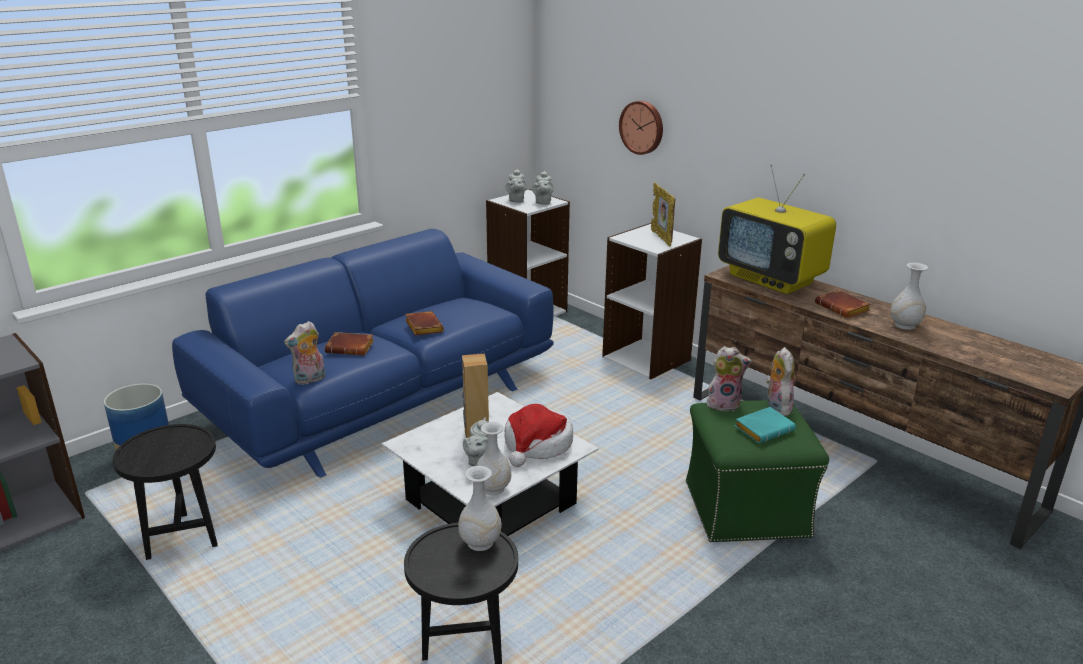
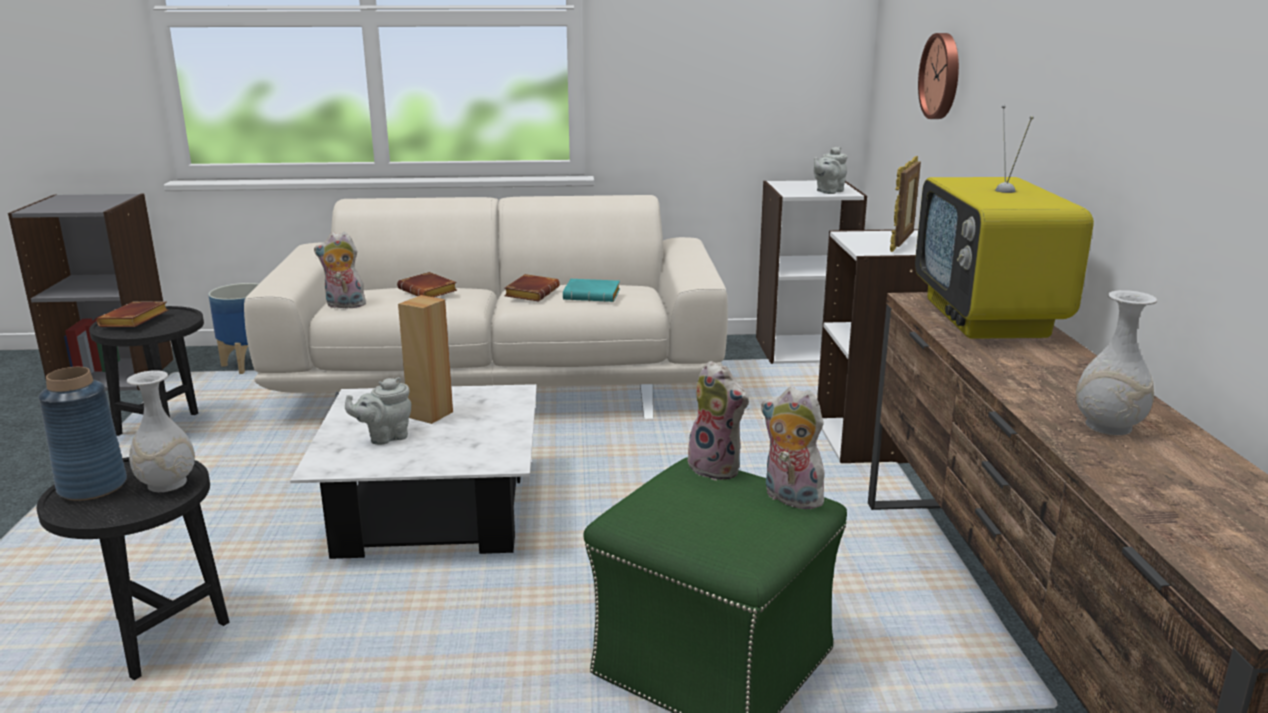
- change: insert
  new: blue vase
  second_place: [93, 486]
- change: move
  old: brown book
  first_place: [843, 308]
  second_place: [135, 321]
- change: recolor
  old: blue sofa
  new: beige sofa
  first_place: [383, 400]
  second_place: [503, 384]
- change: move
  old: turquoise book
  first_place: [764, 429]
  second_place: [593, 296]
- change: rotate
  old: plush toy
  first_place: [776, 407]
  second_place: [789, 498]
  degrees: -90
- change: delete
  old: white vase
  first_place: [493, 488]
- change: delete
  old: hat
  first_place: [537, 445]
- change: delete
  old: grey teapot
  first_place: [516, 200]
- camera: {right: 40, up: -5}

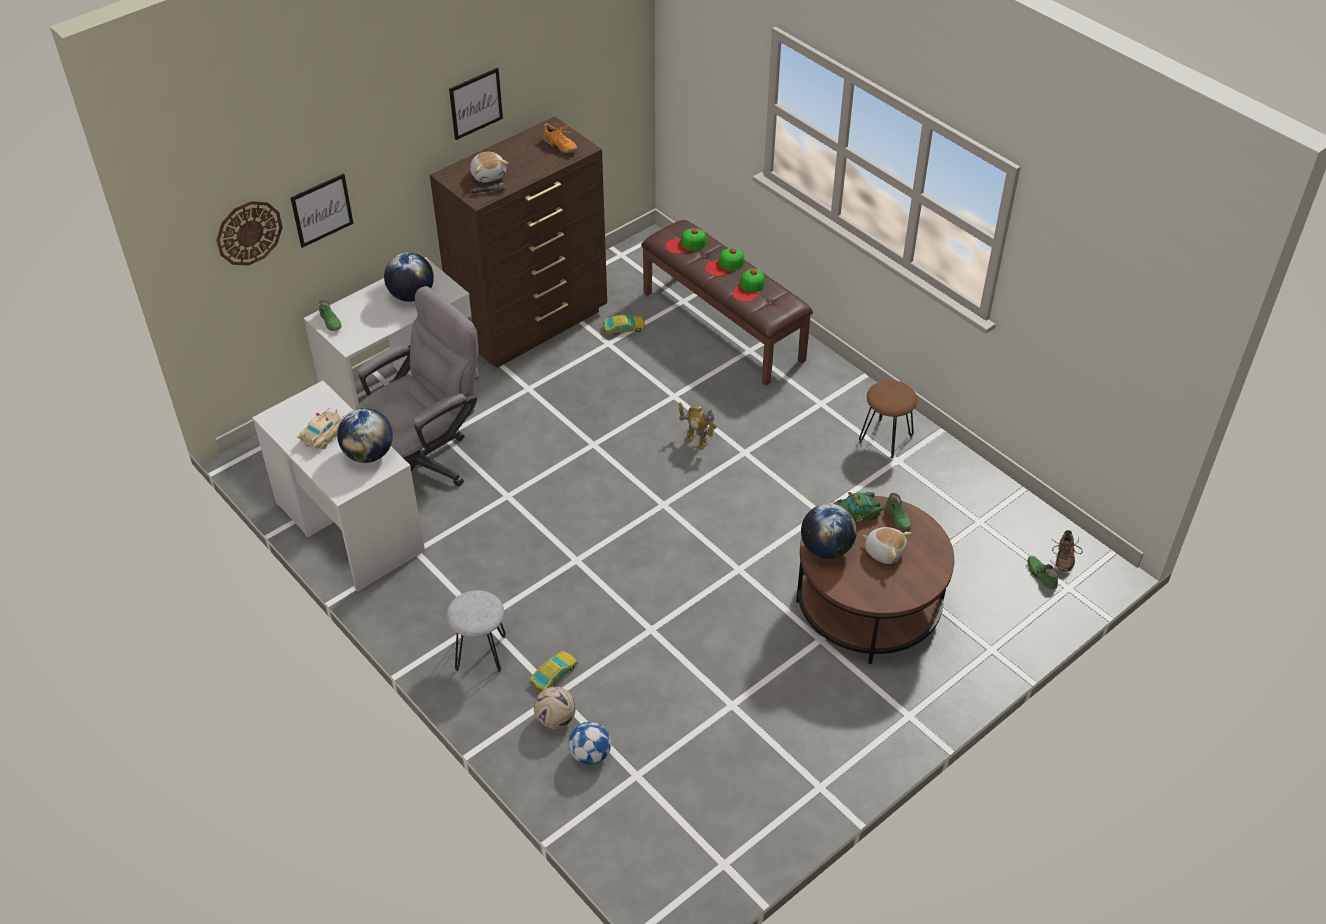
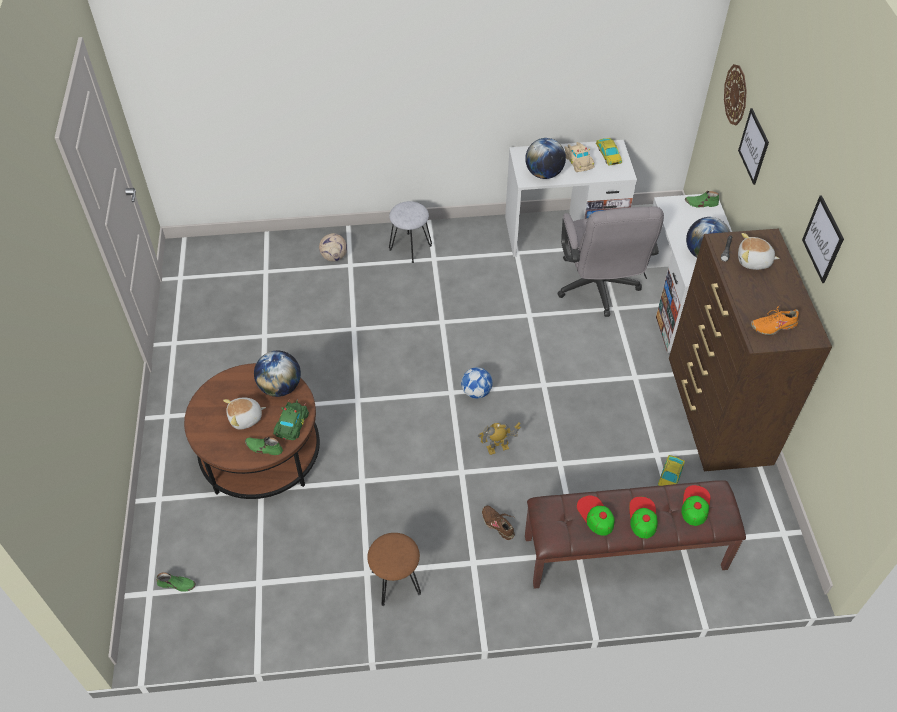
- change: move
  old: football
  first_place: [590, 754]
  second_place: [476, 392]
- change: move
  old: brown shoe
  first_place: [1064, 557]
  second_place: [498, 524]
- change: move
  old: toy car
  first_place: [554, 674]
  second_place: [608, 154]
- camera: {right: 125, up: 5}

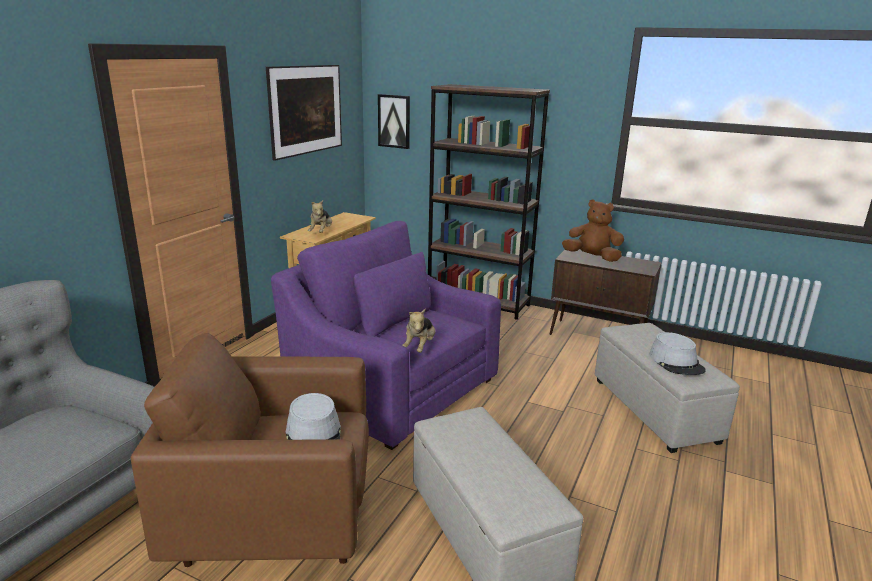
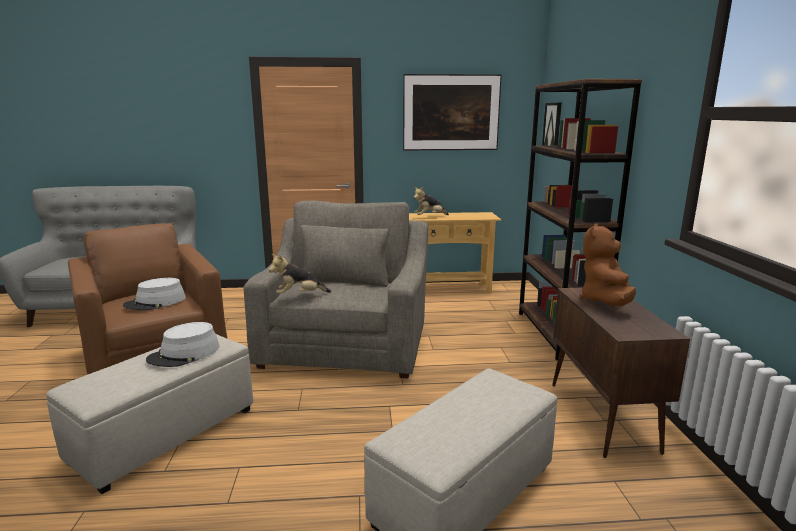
- change: move
  old: grey hat
  first_place: [676, 362]
  second_place: [184, 354]
- change: recolor
  old: purple armchair
  new: grey armchair
  first_place: [391, 387]
  second_place: [346, 343]
- change: rotate
  old: brown plush toy
  first_place: [592, 257]
  second_place: [605, 301]
  degrees: -150
- camera: {right: 60, up: -5}

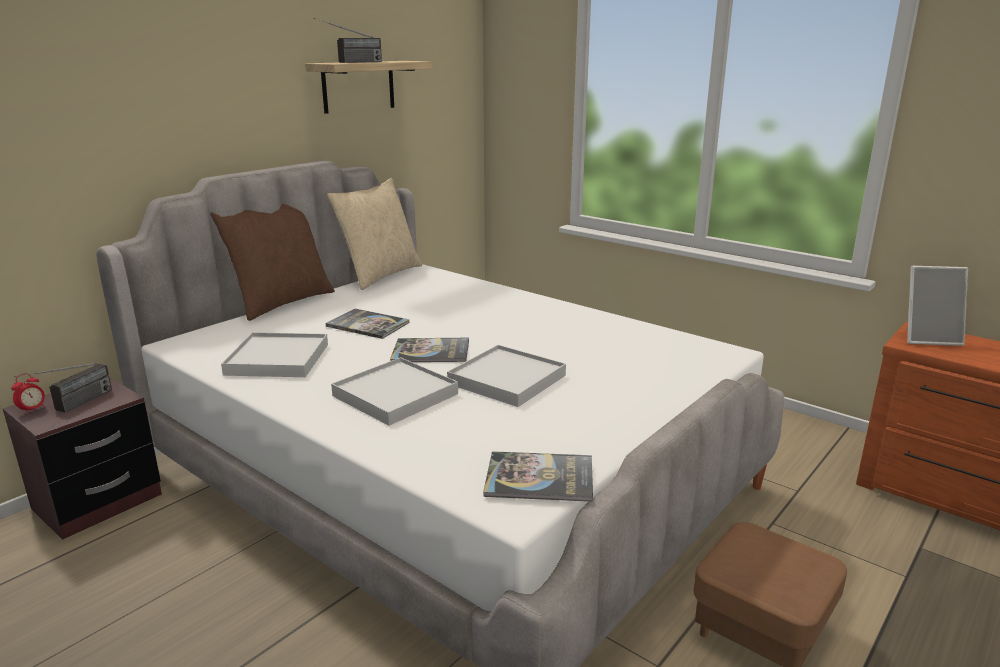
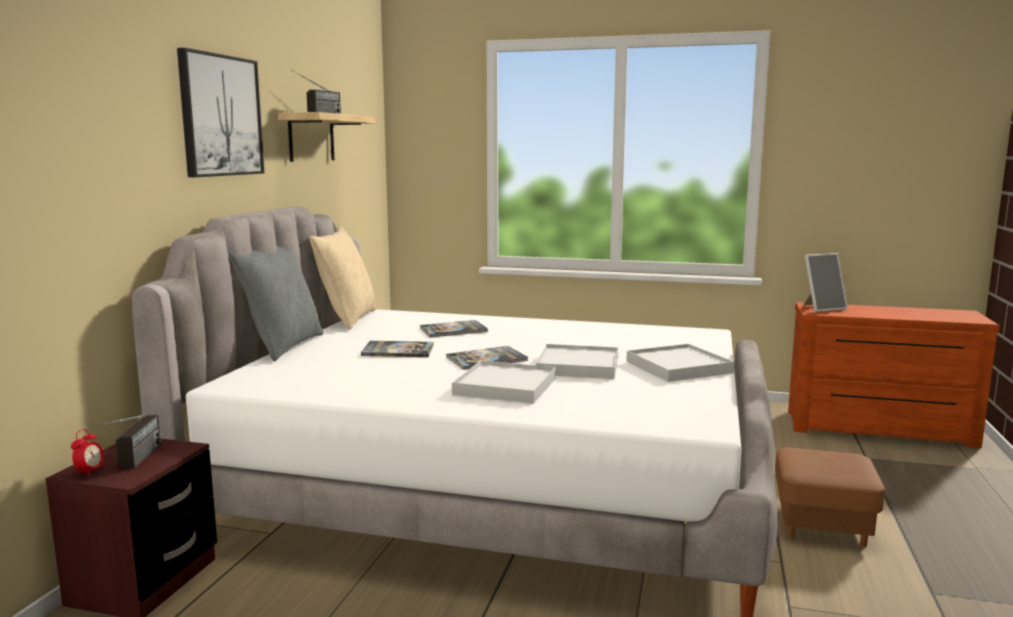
- change: insert
  new: picture
  second_place: [220, 116]
- change: recolor
  old: brown pillow
  new: grey pillow
  first_place: [281, 302]
  second_place: [282, 346]
- change: move
  old: book
  first_place: [539, 478]
  second_place: [453, 330]
- change: move
  old: white tray
  first_place: [277, 359]
  second_place: [678, 367]
- camera: {right: -25, up: -10}

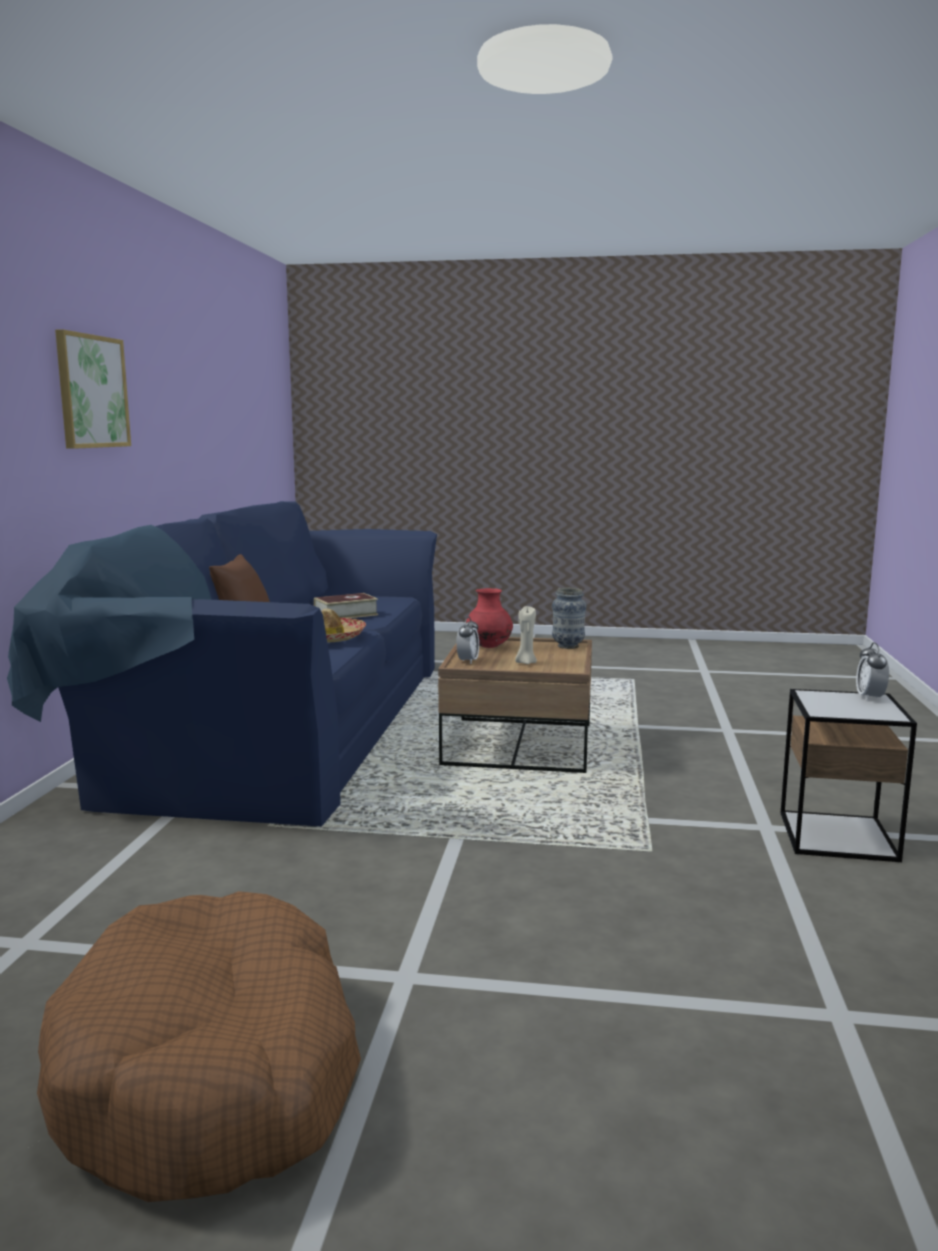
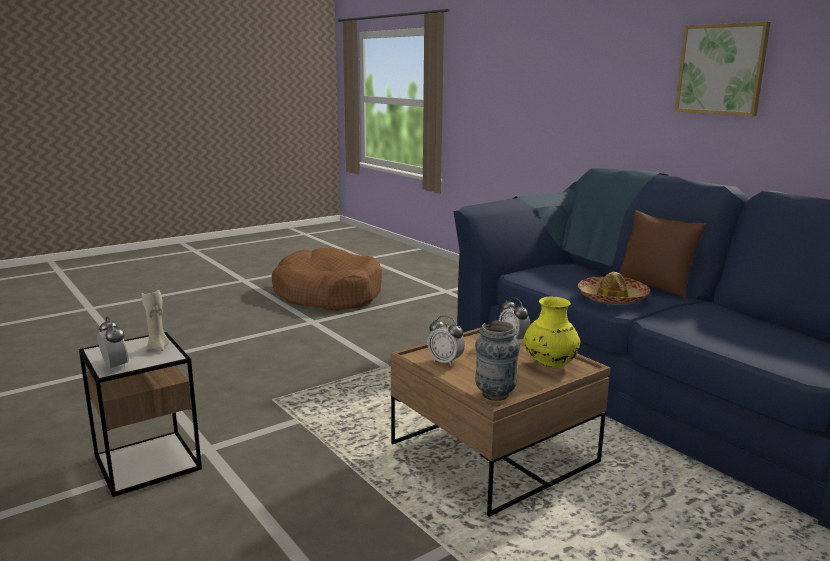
- change: move
  old: beige candle
  first_place: [525, 662]
  second_place: [158, 348]
- change: insert
  new: alarm clock
  second_place: [445, 362]
- change: recolor
  old: red vase
  new: yellow vase
  first_place: [489, 647]
  second_place: [549, 364]
- change: delete
  old: book
  first_place: [346, 614]
- camera: {right: 135, up: 5}

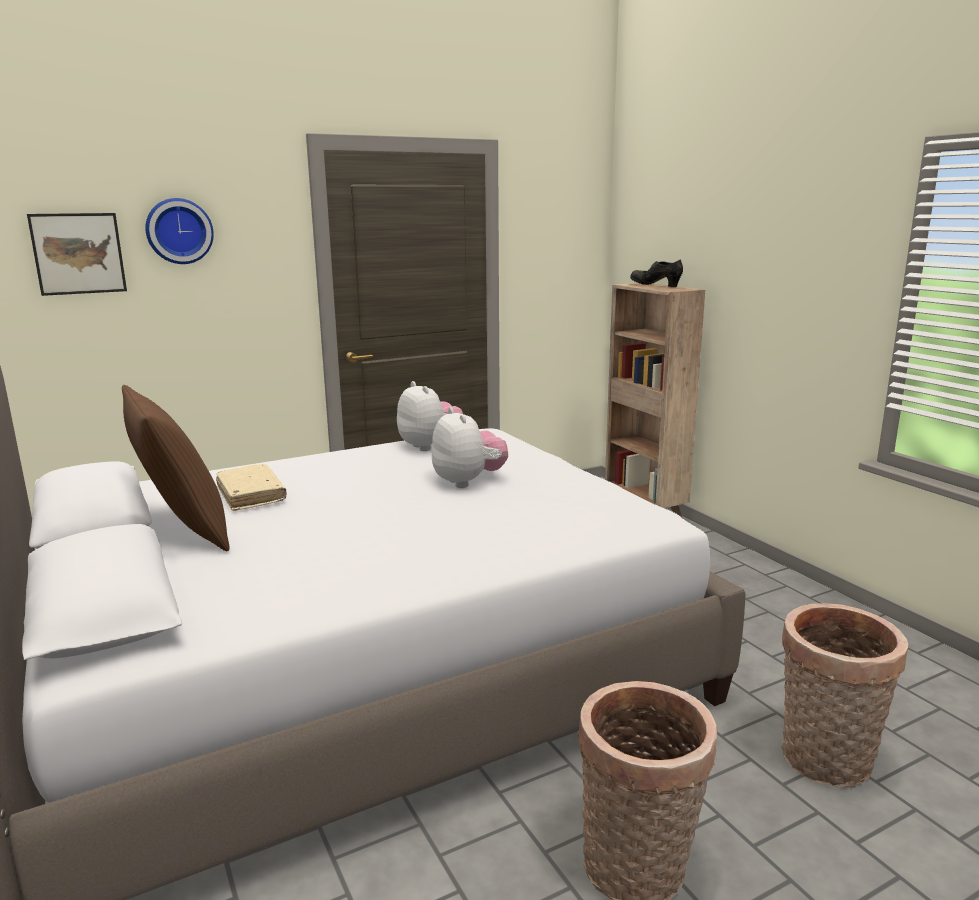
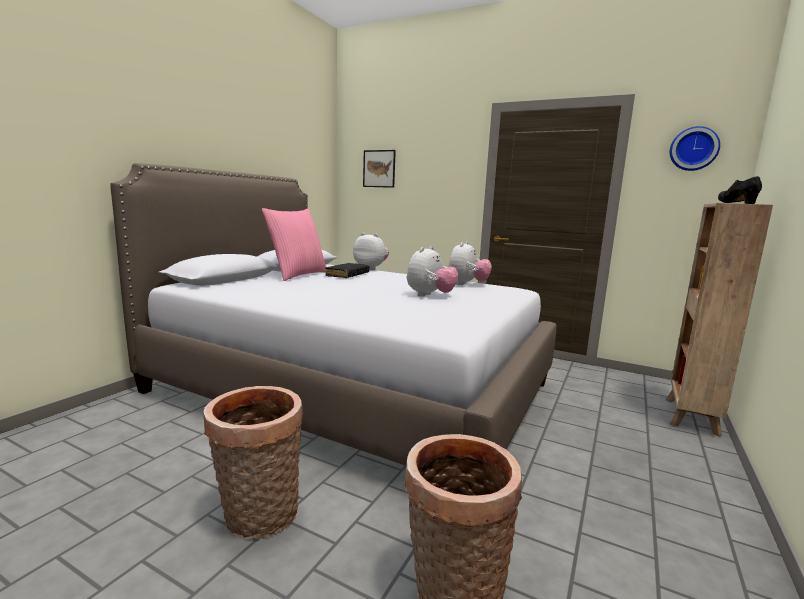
- change: recolor
  old: brown pillow
  new: pink pillow
  first_place: [183, 531]
  second_place: [297, 275]
- change: recolor
  old: beige book
  new: black book
  first_place: [251, 495]
  second_place: [347, 275]
- change: insert
  new: plush toy
  second_place: [371, 268]
- change: move
  old: wall clock
  first_place: [179, 231]
  second_place: [693, 149]
- camera: {right: 55, up: -5}

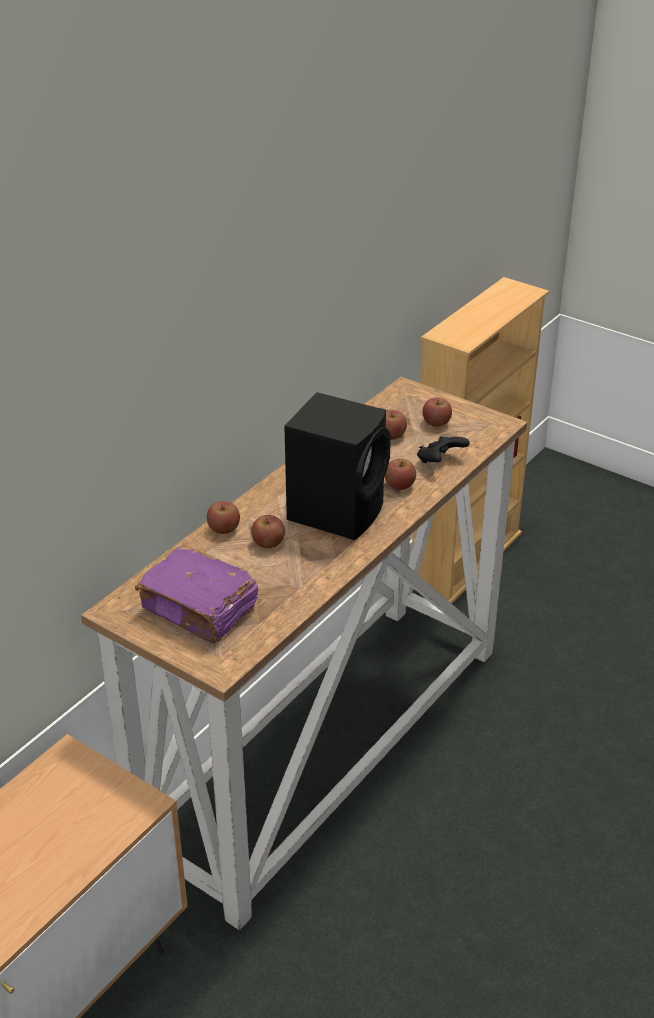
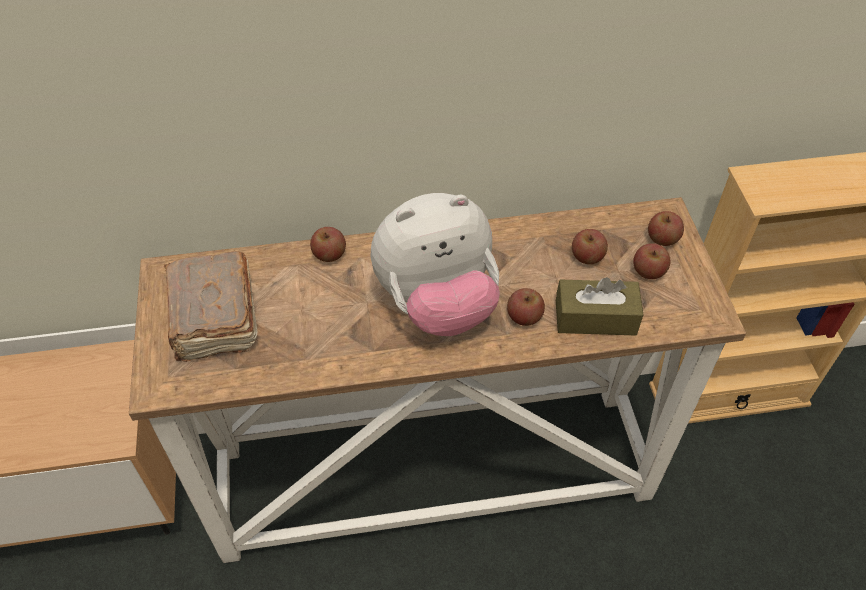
- change: recolor
  old: purple book
  new: brown book
  first_place: [200, 609]
  second_place: [214, 319]
- change: replace
  old: black speaker
  new: plush toy
  first_place: [338, 511]
  second_place: [437, 304]
- change: replace
  old: black game controller
  new: brown tissue box
  first_place: [440, 461]
  second_place: [595, 317]
- change: move
  old: apple
  first_place: [268, 543]
  second_place: [662, 238]
- camera: {right: 45, up: 15}

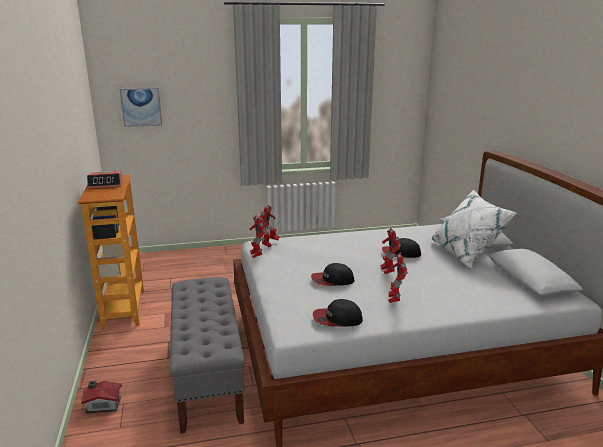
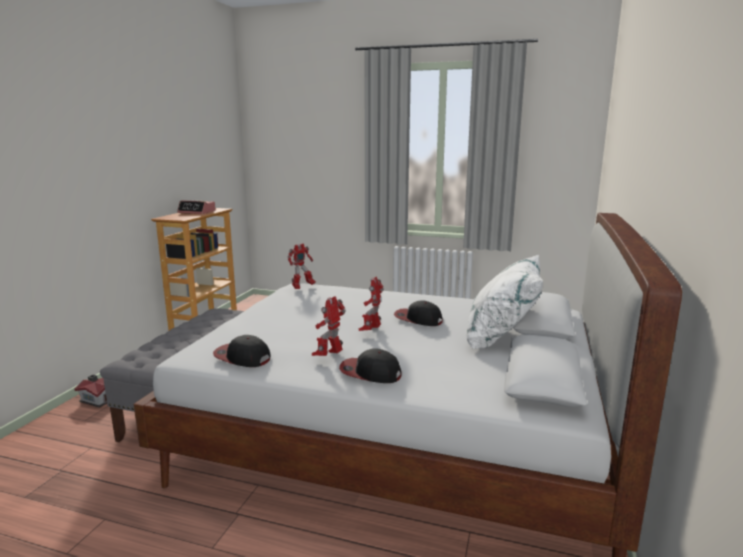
- change: move
  old: cap
  first_place: [332, 280]
  second_place: [370, 373]
- change: delete
  old: picture
  first_place: [141, 107]
- change: delete
  old: toy robot
  first_place: [256, 255]
- camera: {right: 30, up: -5}

